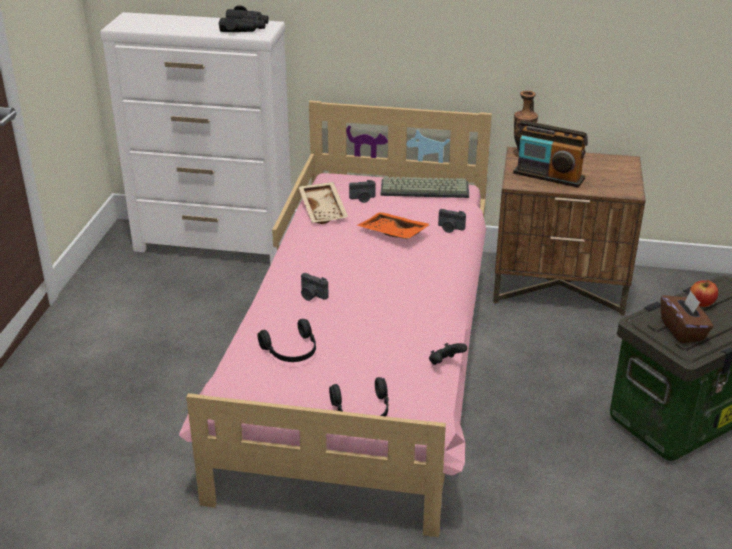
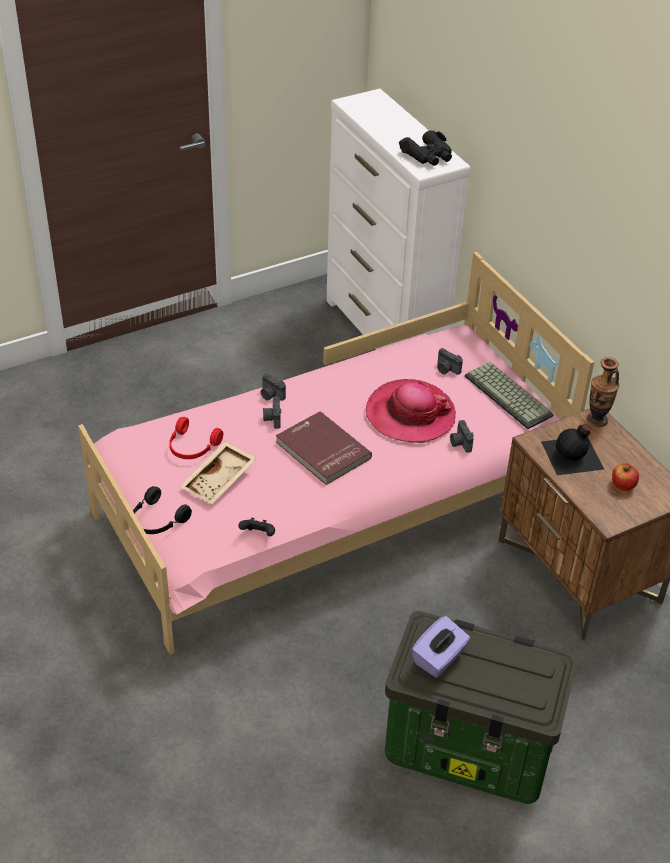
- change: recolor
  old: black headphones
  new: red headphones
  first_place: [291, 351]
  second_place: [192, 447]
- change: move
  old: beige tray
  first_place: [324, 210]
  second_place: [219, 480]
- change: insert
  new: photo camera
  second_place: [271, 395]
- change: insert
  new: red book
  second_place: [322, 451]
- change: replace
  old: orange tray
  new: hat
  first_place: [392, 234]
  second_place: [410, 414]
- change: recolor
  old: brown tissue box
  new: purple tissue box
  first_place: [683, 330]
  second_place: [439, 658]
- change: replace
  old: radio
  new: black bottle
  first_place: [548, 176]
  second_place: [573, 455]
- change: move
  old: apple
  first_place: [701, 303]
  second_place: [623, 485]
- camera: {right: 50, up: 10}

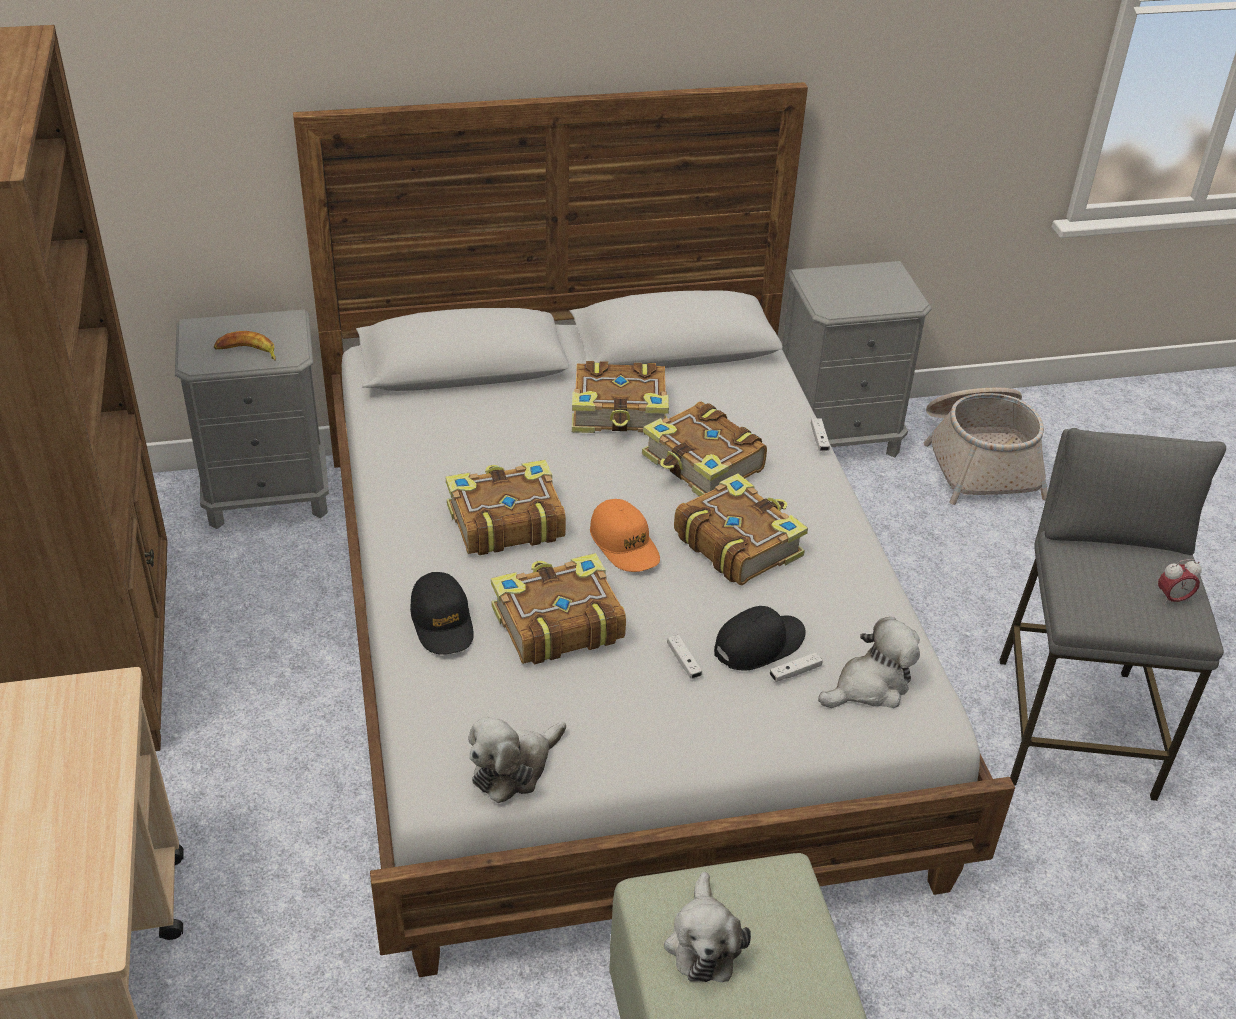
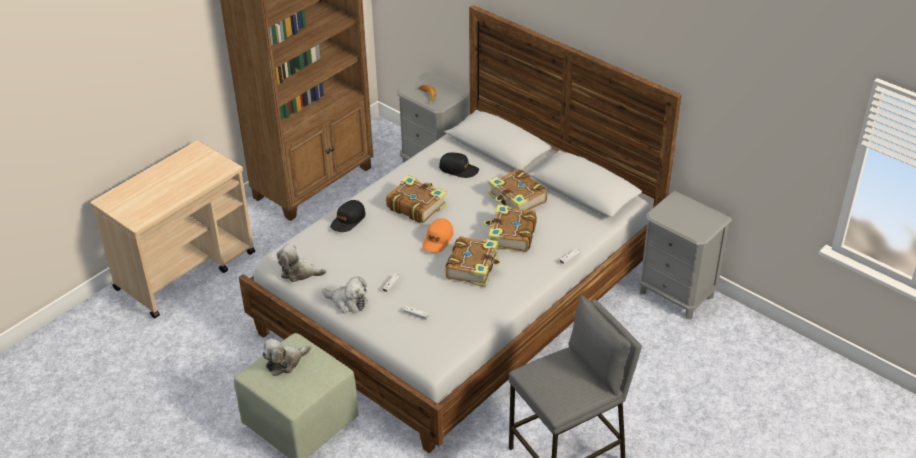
- change: move
  old: plush toy
  first_place: [870, 686]
  second_place: [348, 302]
- change: move
  old: black cap
  first_place: [759, 644]
  second_place: [458, 169]
- change: delete
  old: book
  first_place: [556, 623]
- change: delete
  old: basket
  first_place: [979, 460]
- change: delete
  old: alarm clock
  first_place: [1172, 599]
- camera: {right: 55, up: 0}

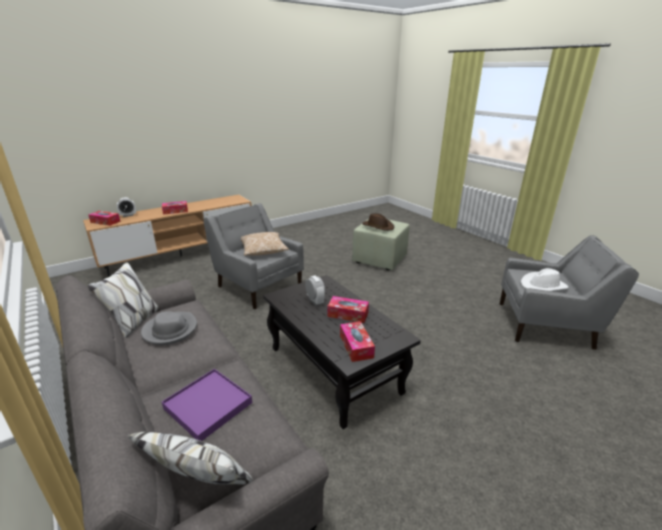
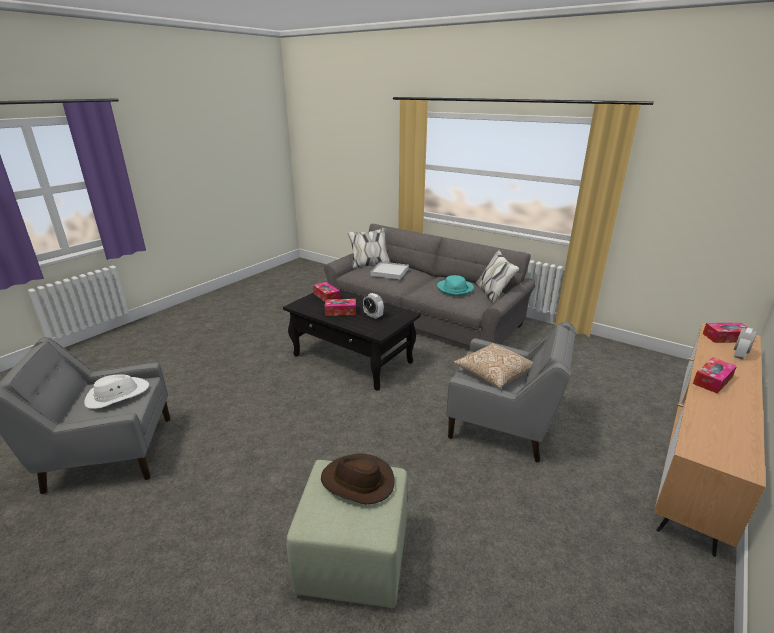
- change: recolor
  old: purple tray
  new: white tray
  first_place: [208, 405]
  second_place: [390, 272]
- change: recolor
  old: grey hat
  new: turquoise hat
  first_place: [170, 330]
  second_place: [455, 289]
- camera: {right: 160, up: 0}

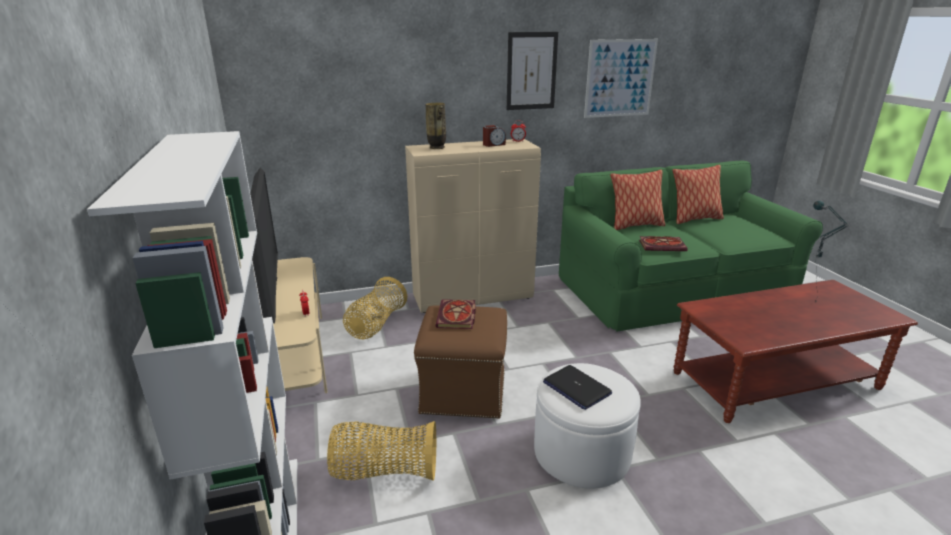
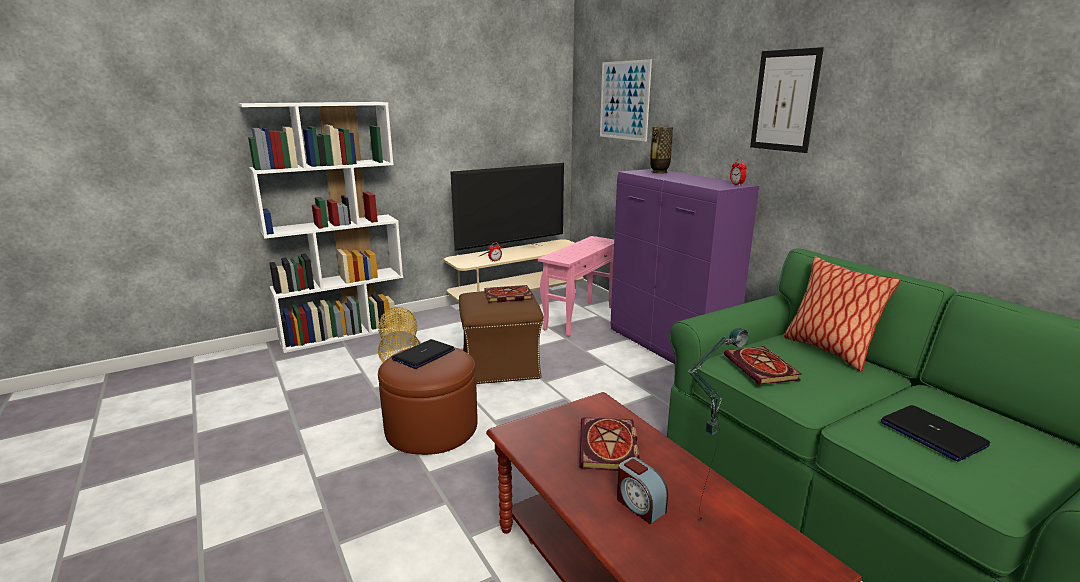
- change: recolor
  old: white ottoman
  new: brown ottoman
  first_place: [582, 452]
  second_place: [431, 428]
- change: replace
  old: basket
  new: pink side table
  first_place: [375, 325]
  second_place: [579, 318]
- change: insert
  new: book
  second_place: [609, 448]
- change: move
  old: picture
  first_place: [620, 78]
  second_place: [624, 100]
- change: recolor
  old: beige cabinet
  new: purple cabinet
  first_place: [473, 297]
  second_place: [669, 349]
- change: move
  old: alarm clock
  first_place: [493, 144]
  second_place: [639, 505]
- change: insert
  new: laptop
  second_place: [931, 434]
- change: delete
  old: pillow
  first_place: [694, 219]
- camera: {right: 75, up: -5}

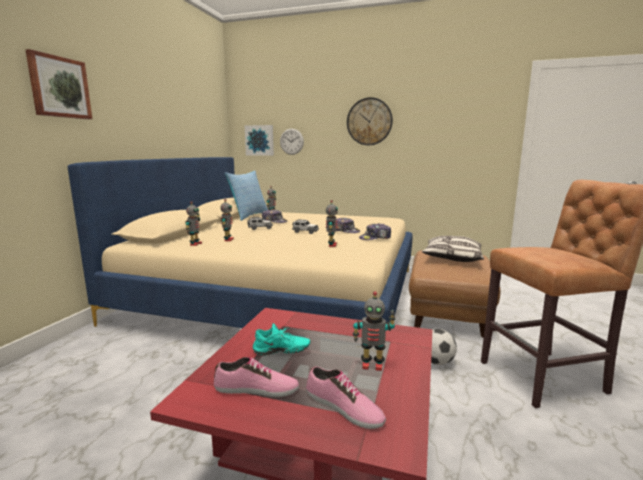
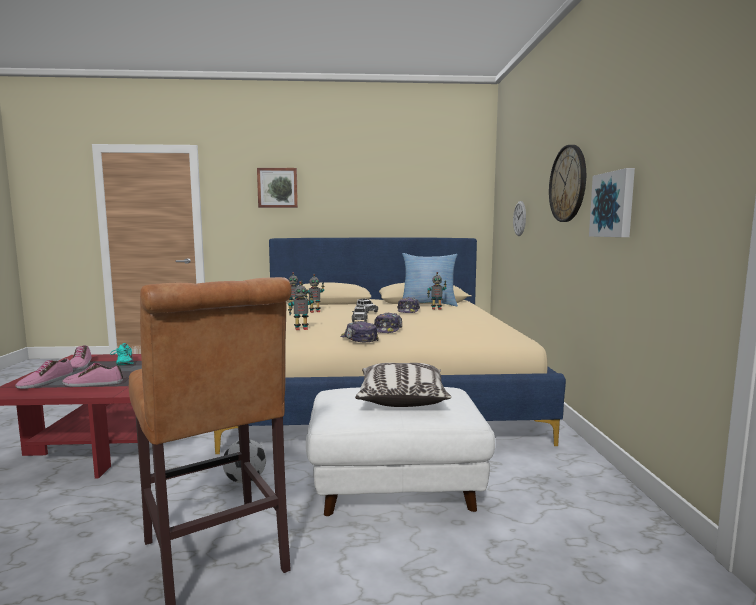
- change: replace
  old: toy robot
  new: shoe
  first_place: [372, 365]
  second_place: [93, 383]
- change: recolor
  old: brown ottoman
  new: white ottoman
  first_place: [447, 313]
  second_place: [396, 484]
- change: move
  old: picture
  first_place: [259, 140]
  second_place: [613, 204]
- camera: {right: 70, up: -5}

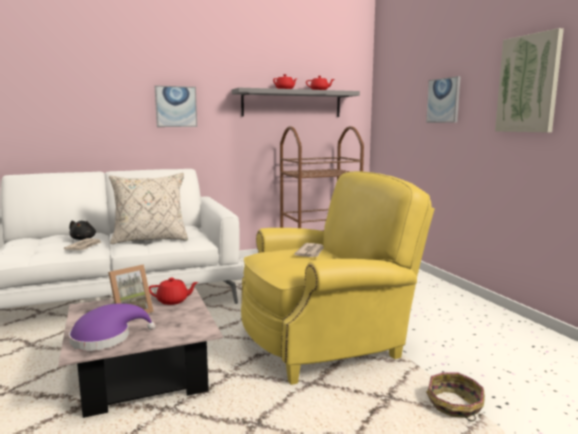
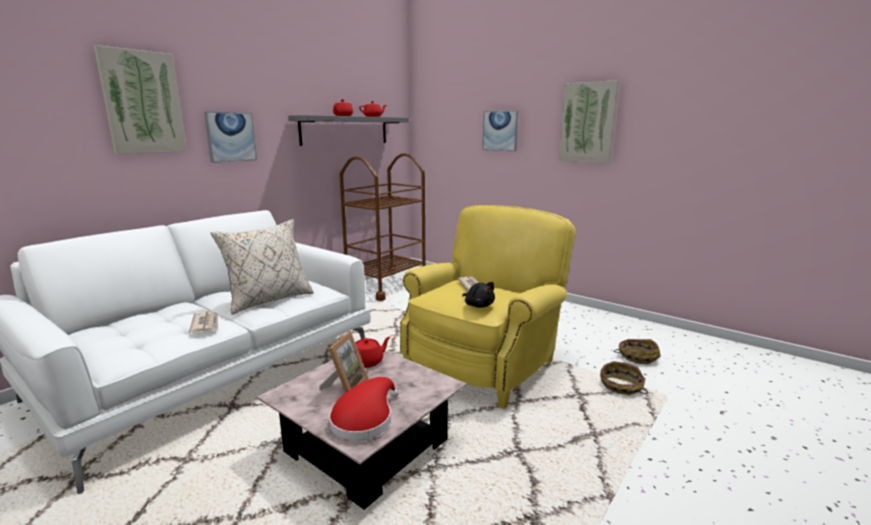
- change: insert
  new: picture
  second_place: [142, 103]
- change: recolor
  old: purple hat
  new: red hat
  first_place: [106, 338]
  second_place: [364, 419]
- change: move
  old: black plush toy
  first_place: [83, 239]
  second_place: [478, 305]
- change: insert
  new: basket
  second_place: [637, 356]
- camera: {right: -30, up: 5}

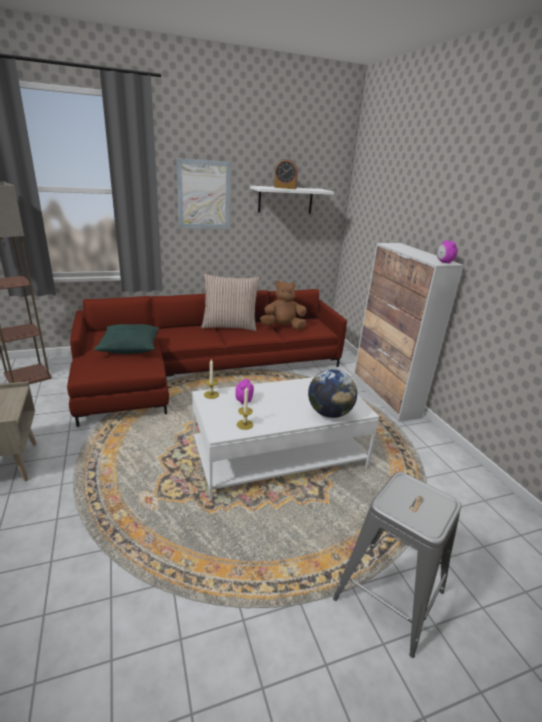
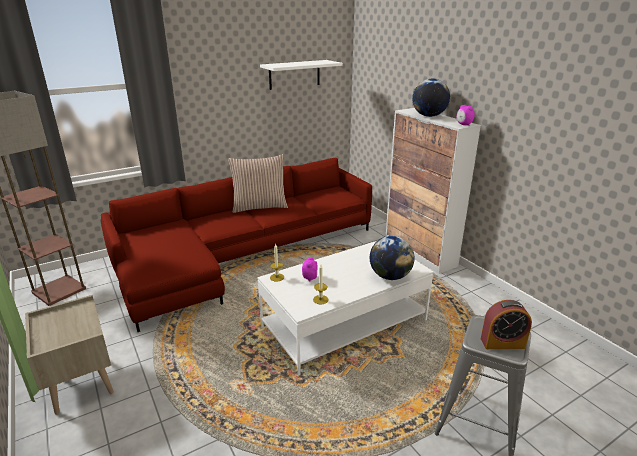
- change: insert
  new: globe
  second_place: [428, 116]
- change: move
  old: alarm clock
  first_place: [285, 188]
  second_place: [502, 343]
- change: delete
  old: green pillow
  first_place: [129, 347]
- change: delete
  old: picture
  first_place: [204, 195]
- change: delete
  old: brown plush toy
  first_place: [283, 327]
- camera: {right: -10, up: 0}

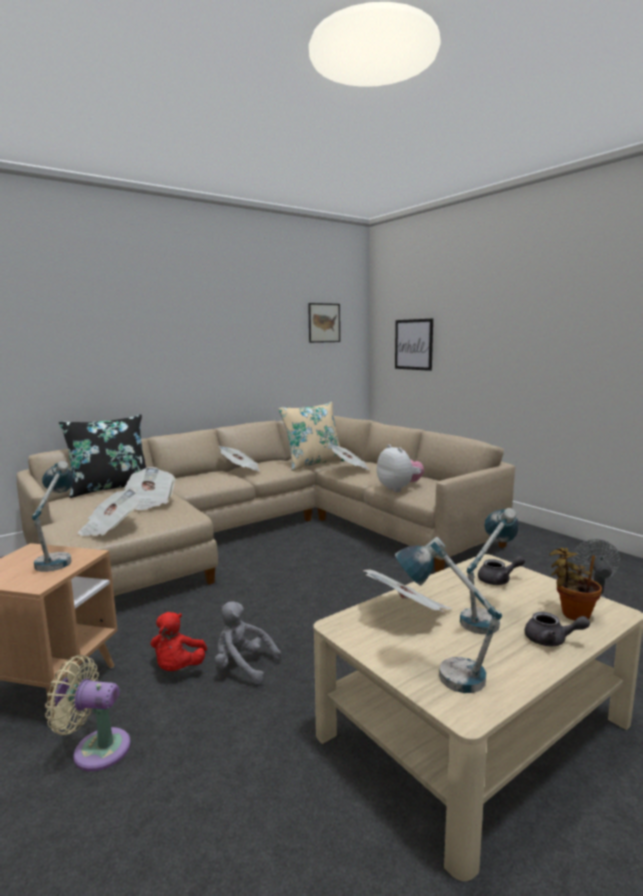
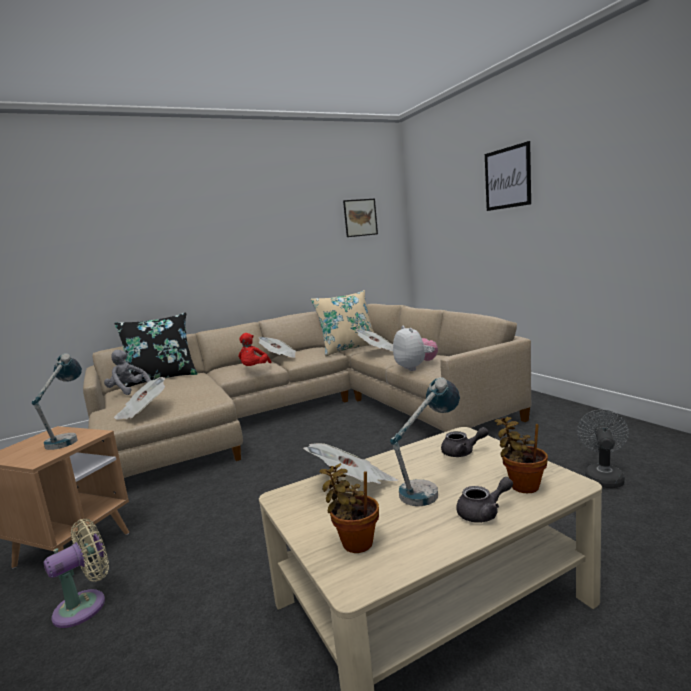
- change: rotate
  old: beige fan
  first_place: [96, 749]
  second_place: [85, 605]
  degrees: 120
- change: move
  old: grey plush toy
  first_place: [243, 666]
  second_place: [128, 390]
- change: move
  old: red plush toy
  first_place: [178, 668]
  second_place: [254, 369]
- change: replace
  old: table lamp
  new: potted plant
  first_place: [442, 671]
  second_place: [354, 542]
- change: rotate
  old: grey teapot
  first_place: [551, 640]
  second_place: [484, 513]
  degrees: -45
- change: move
  old: picture
  first_place: [413, 344]
  second_place: [507, 178]
- change: delete
  old: newspaper
  first_place: [150, 502]
- camera: {right: 10, up: 0}

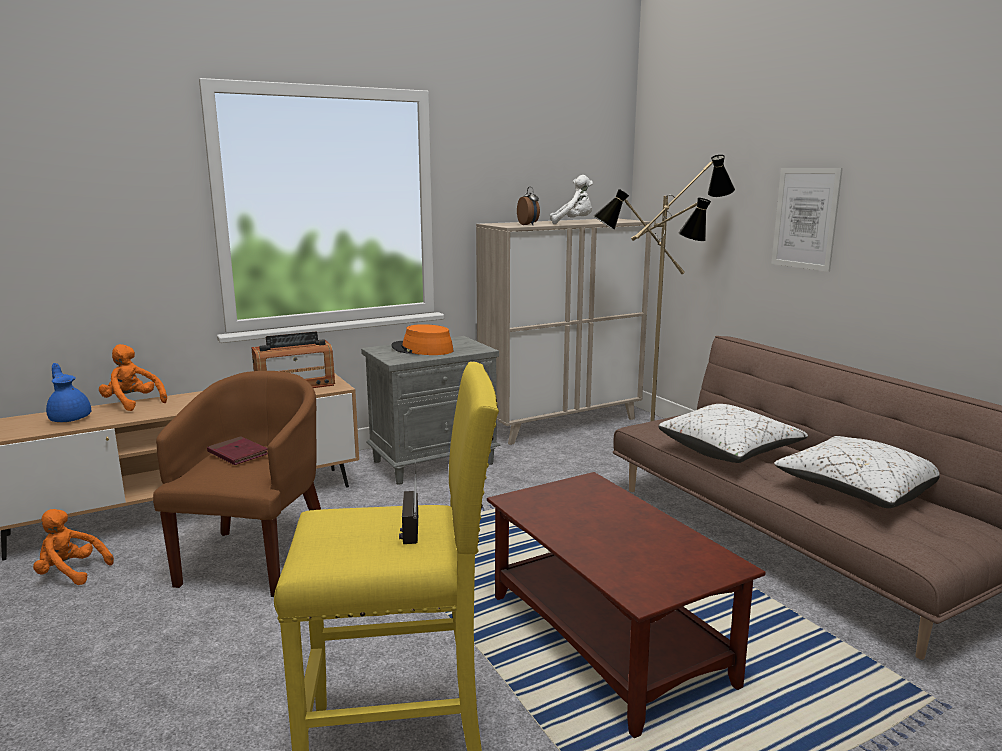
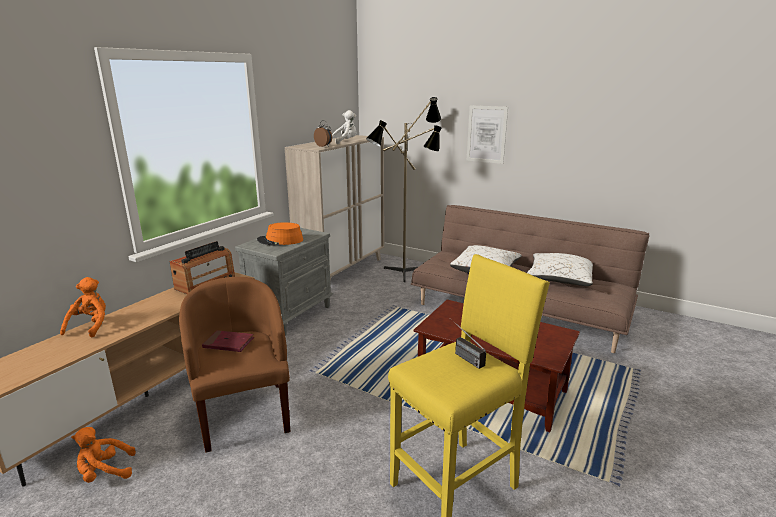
- change: rotate
  old: orange plush toy
  first_place: [132, 403]
  second_place: [90, 326]
  degrees: 90
- change: delete
  old: blue teapot
  first_place: [70, 418]
- camera: {right: -30, up: 5}

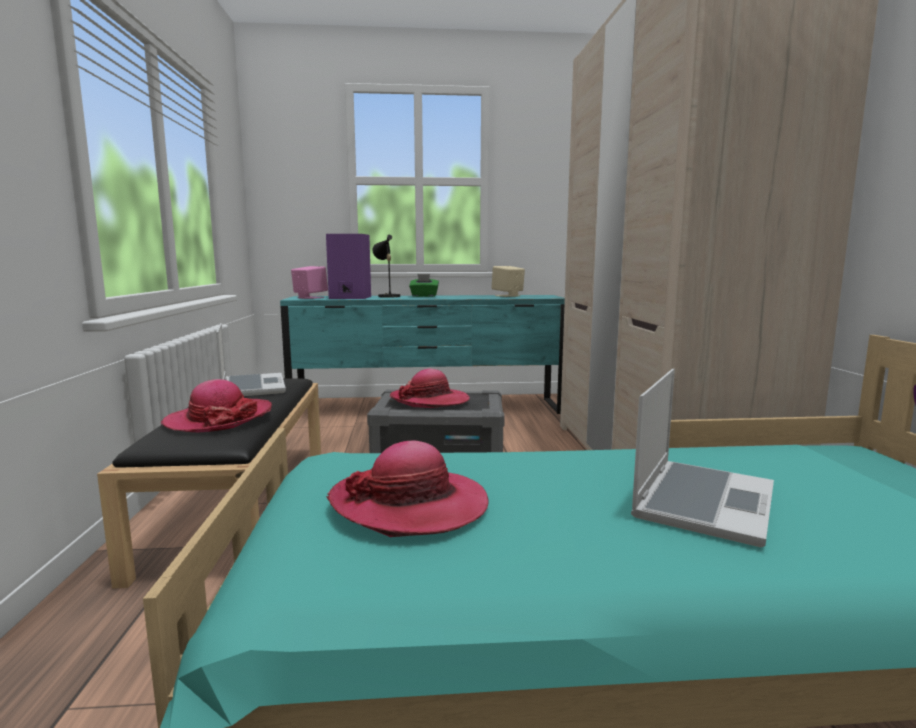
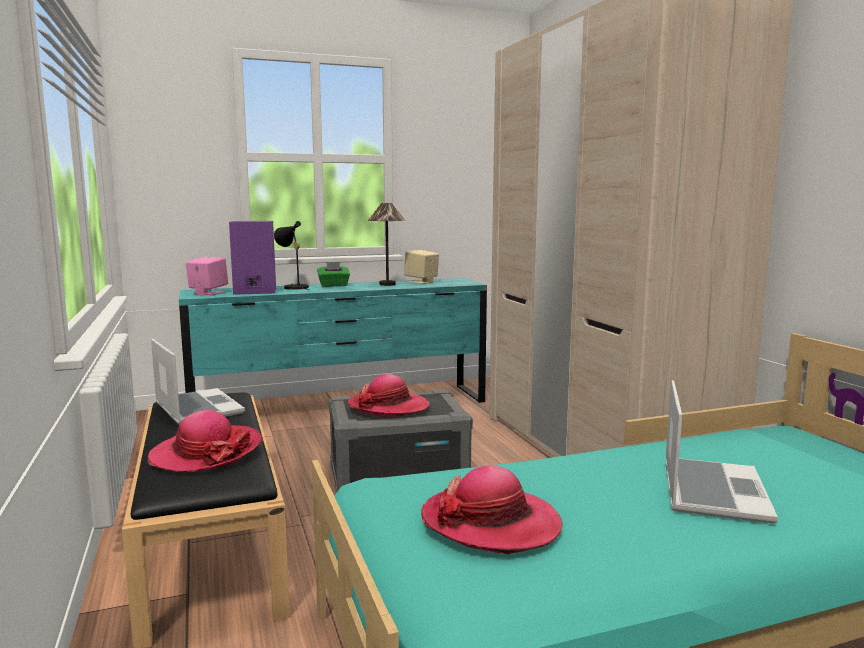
- change: insert
  new: table lamp
  second_place: [387, 284]
- camera: {right: -15, up: 0}

